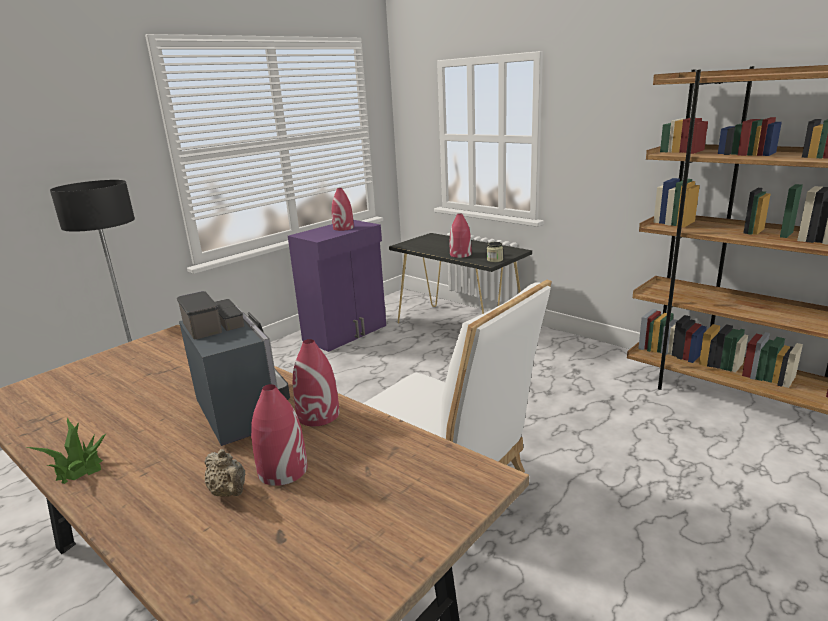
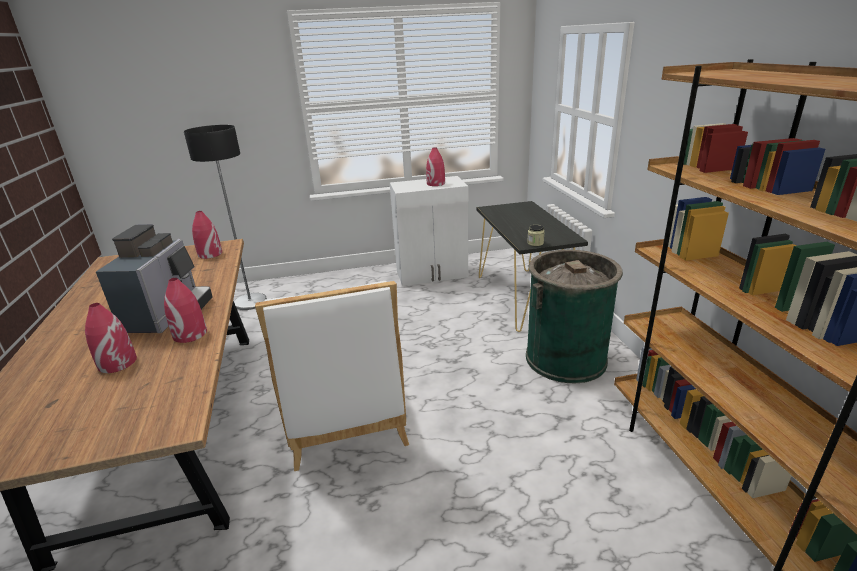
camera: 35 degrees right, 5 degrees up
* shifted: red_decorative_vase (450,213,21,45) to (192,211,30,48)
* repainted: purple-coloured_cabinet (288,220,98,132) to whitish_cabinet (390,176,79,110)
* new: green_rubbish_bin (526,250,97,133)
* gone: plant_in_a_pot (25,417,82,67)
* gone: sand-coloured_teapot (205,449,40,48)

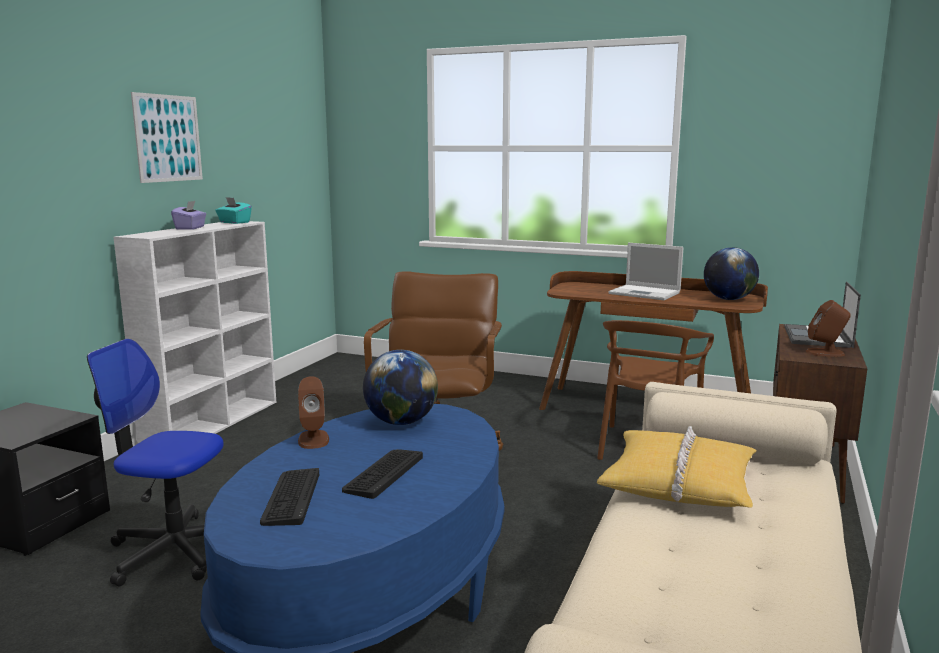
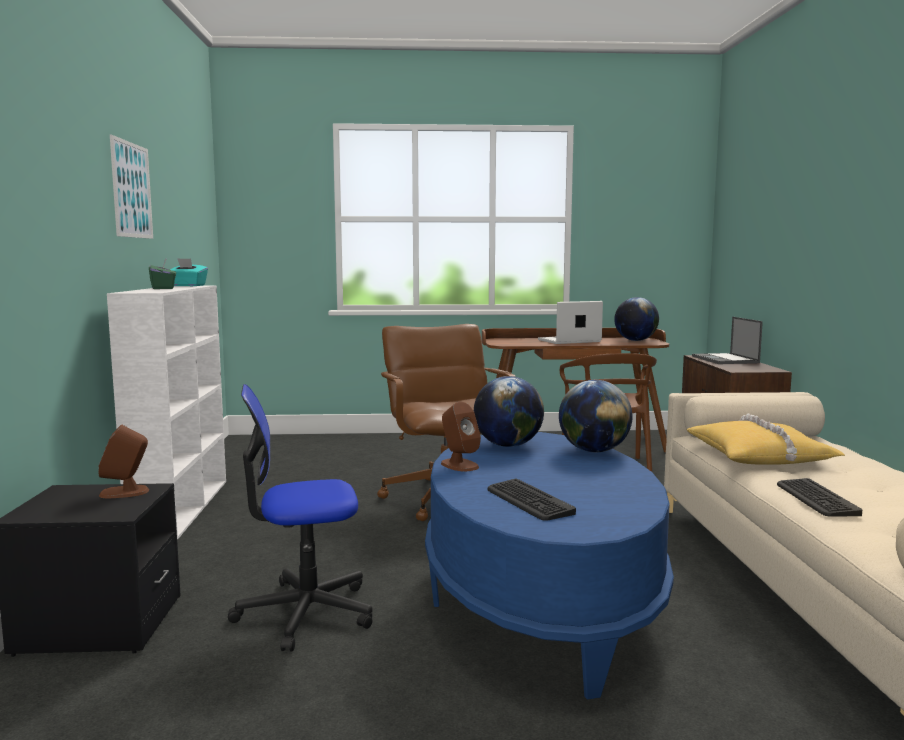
camera: 25 degrees left, 5 degrees down
* shifted: brown_speaker (806,300,45,57) to (98,425,51,73)
* repainted: purple-coloured_tissue_holder (171,201,35,29) to green_tissue_holder (149,258,27,31)
* rotated: notebook_computer (609,243,75,57) = (538,301,65,43) 150 degrees clockwise
* new: world_globe (559,380,73,72)
* shifted: computer_keyboard (342,449,81,50) to (777,478,85,39)

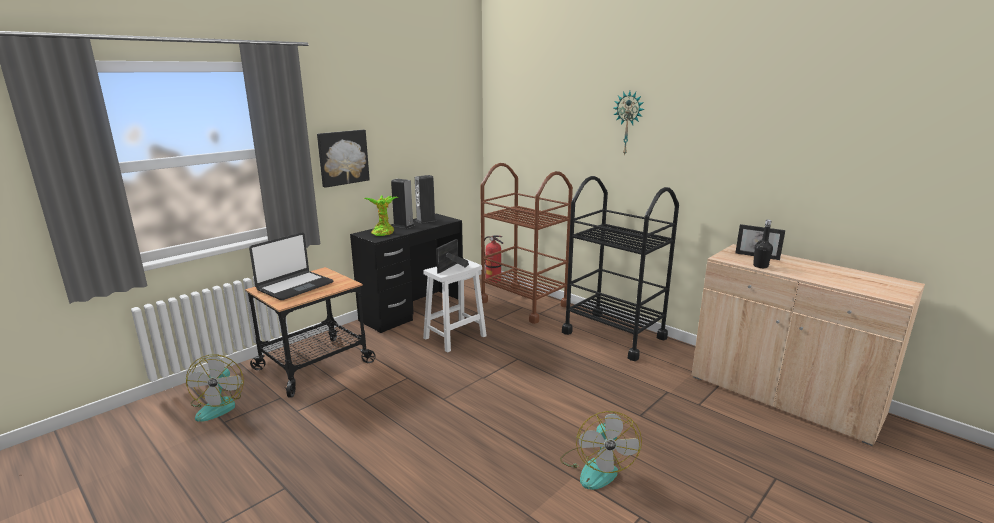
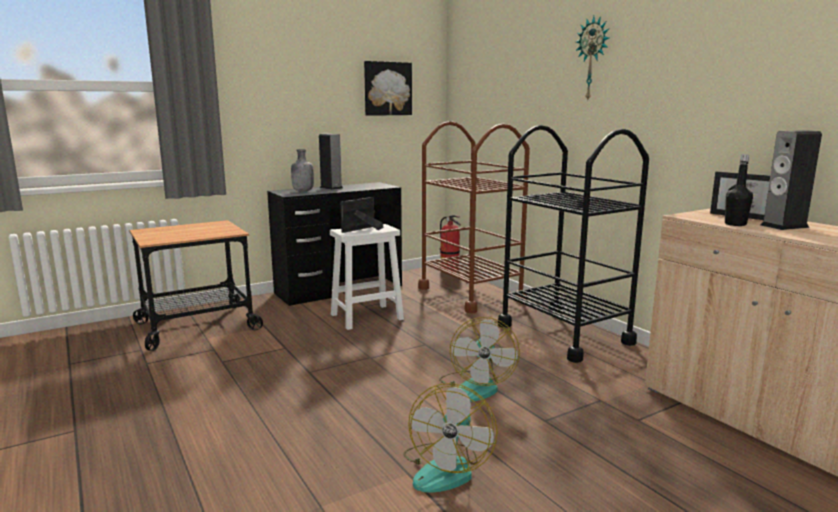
camera: 15 degrees right, 5 degrees down
* swapped: plant_in_a_pot (363,195,36,41) to gray_drink_bottle (291,149,23,43)
* shifted: picture (317,130,53,58) to (364,61,48,55)
* shifted: cooling_fan (186,354,58,68) to (439,317,81,85)
* shifted: speaker (415,175,21,48) to (760,130,62,100)
* gone: notebook_computer (249,232,85,68)

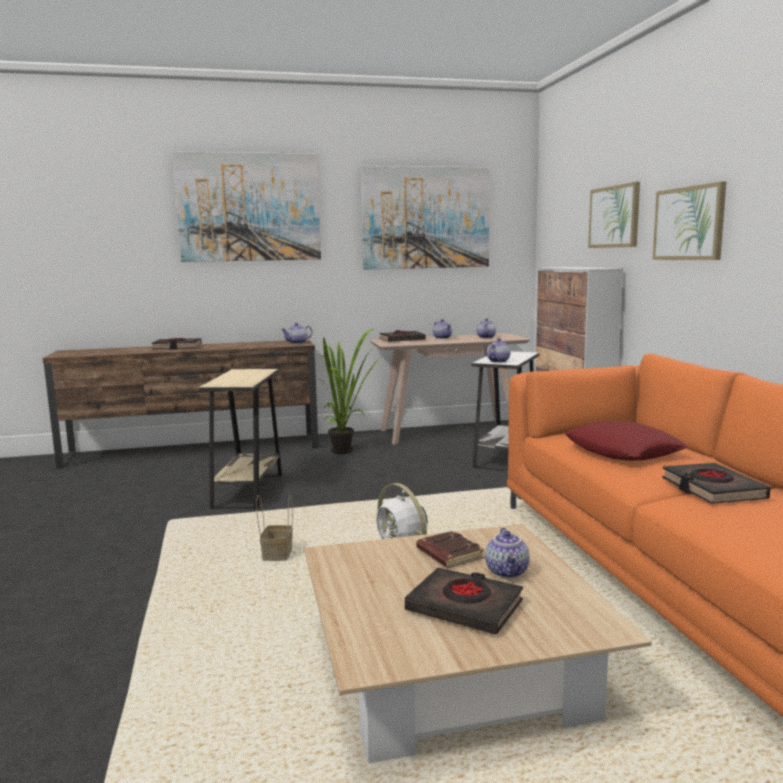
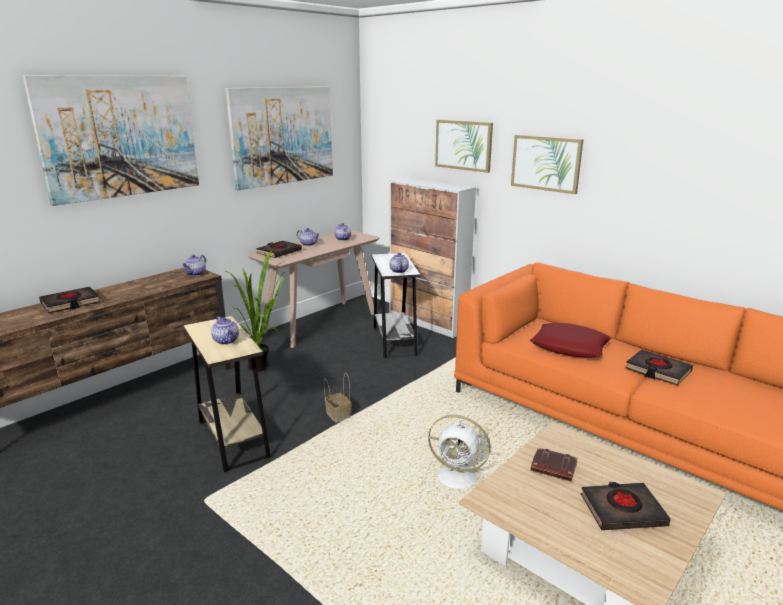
camera: 35 degrees left, 10 degrees up
* shifted: teapot (485,528,45,50) to (211,316,28,29)
* shifted: storage_basket (256,495,37,66) to (324,373,27,50)

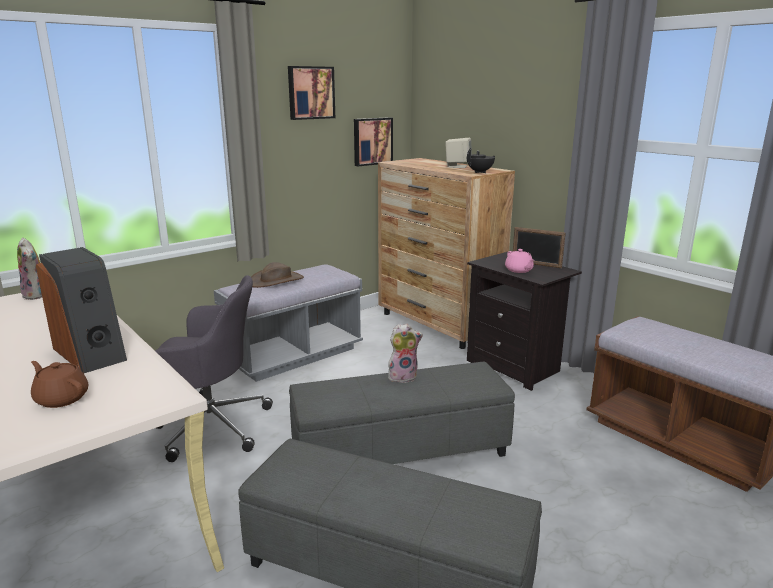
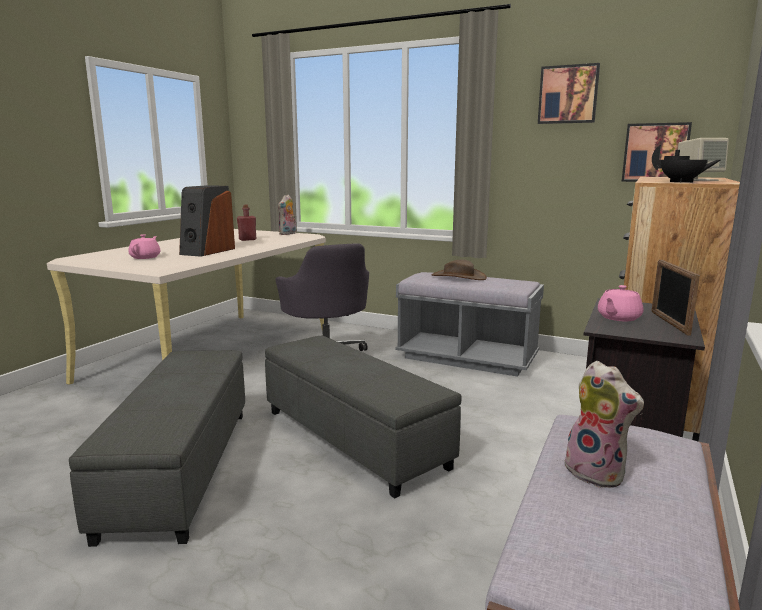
camera: 65 degrees right, 5 degrees down
* repainted: brown_teapot (31,361,57,47) to pink-coloured_teapot (128,234,33,25)
* new: red_drink_bottle (237,205,20,36)
* shifted: plush_toy (388,324,35,60) to (564,361,80,127)

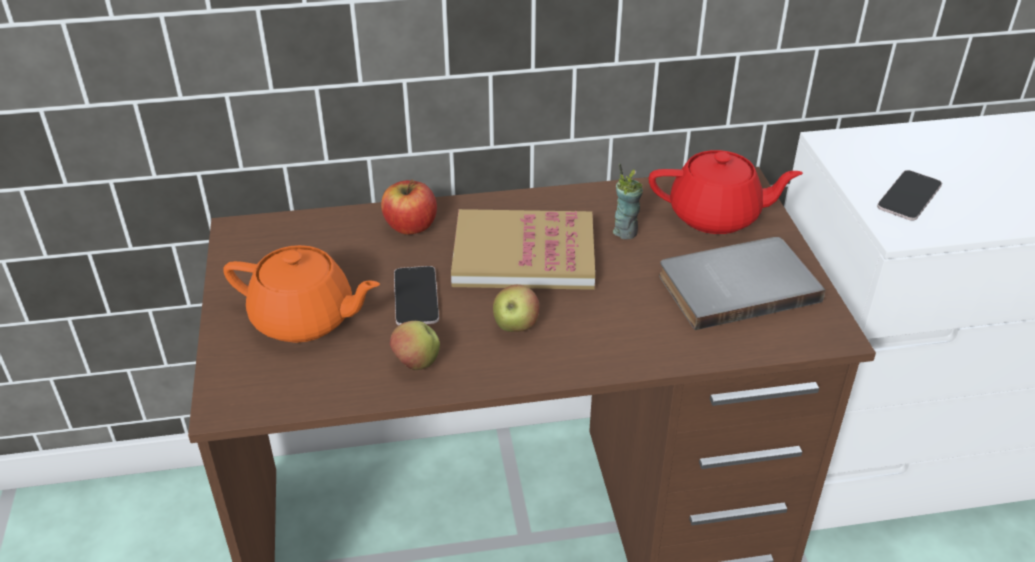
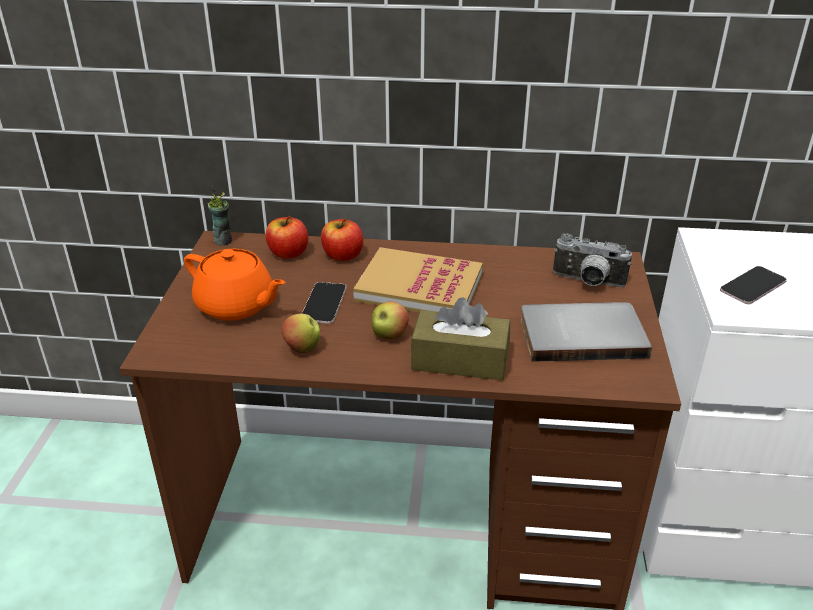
camera: 15 degrees right, 5 degrees down
* shifted: drinking_cup (613,164,30,75) to (207,186,25,60)
* new: apple_fruit (265,216,43,43)
* new: brown_tissue_holder (411,297,99,84)
* swapped: red_teapot (649,150,154,84) to photo_camera (553,233,79,54)

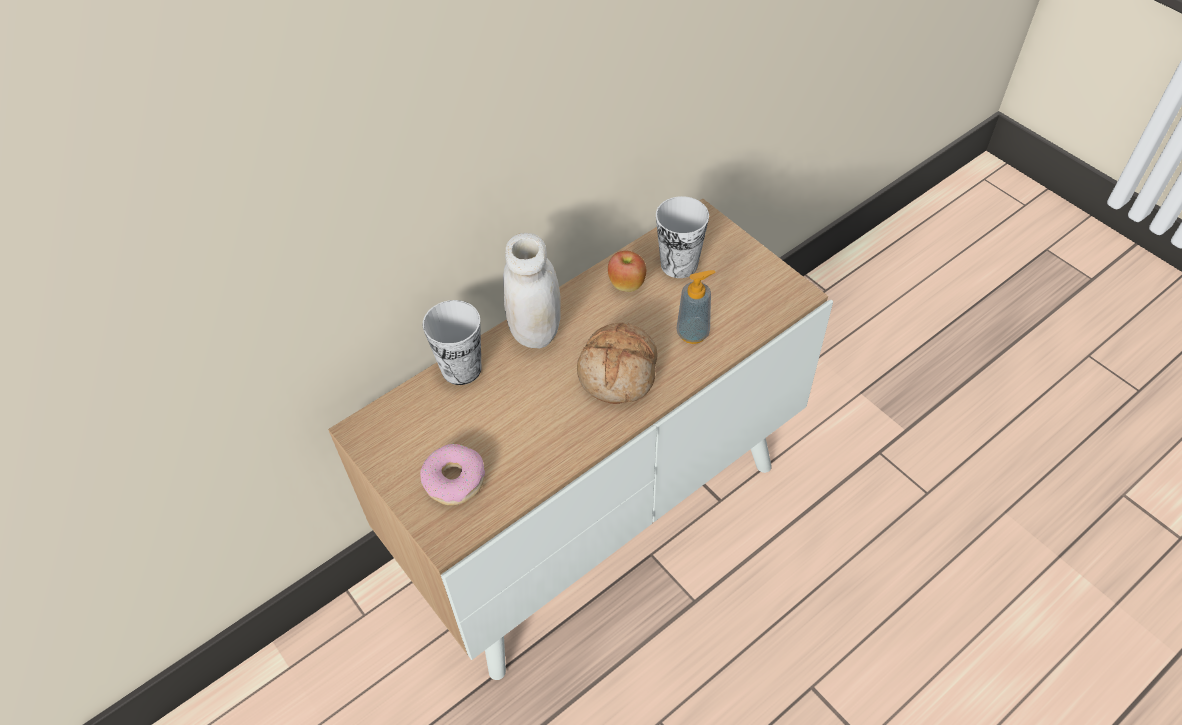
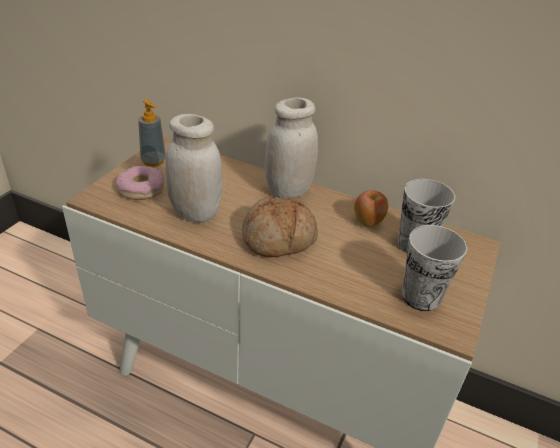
camera: 60 degrees right, 15 degrees down
* shifted: liquid_soap_bottle (676,270,40,74) to (138,99,28,68)
* new: whitish_preserve_jar (165,114,58,109)
* shifted: drinking_cup (422,300,59,85) to (402,225,65,86)

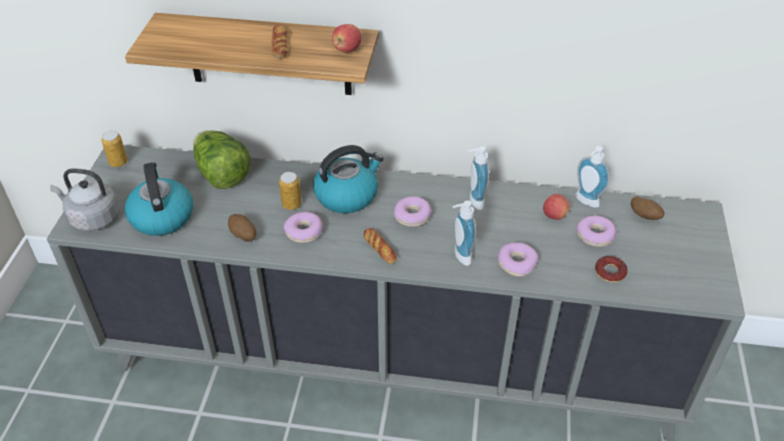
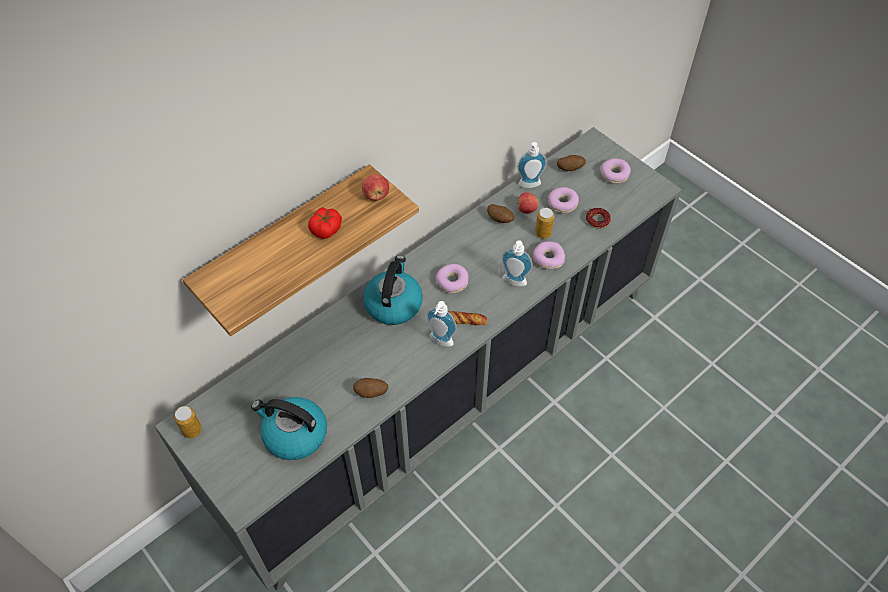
camera: 50 degrees left, 10 degrees up
* swapped: bread (271,24,17,34) to fresh_tomato (308,207,34,32)
* shifted: liquid_soap_bottle (468,146,21,64) to (426,301,31,46)
* new: potato (487,204,27,19)
* shifted: sealed_can (279,172,22,38) to (535,208,19,31)
* shifted: donut (284,212,39,31) to (600,158,31,26)
* gone: gray_tea_kettle (50,169,69,62)
* gone: lettuce (193,130,58,59)

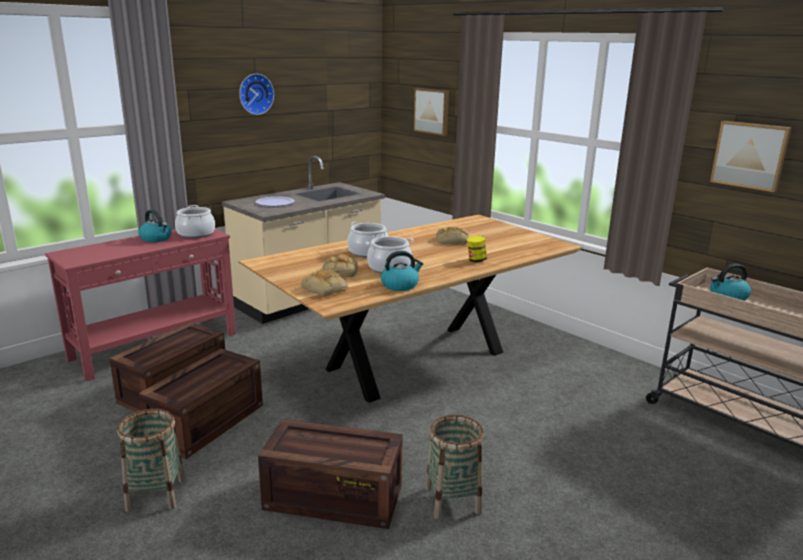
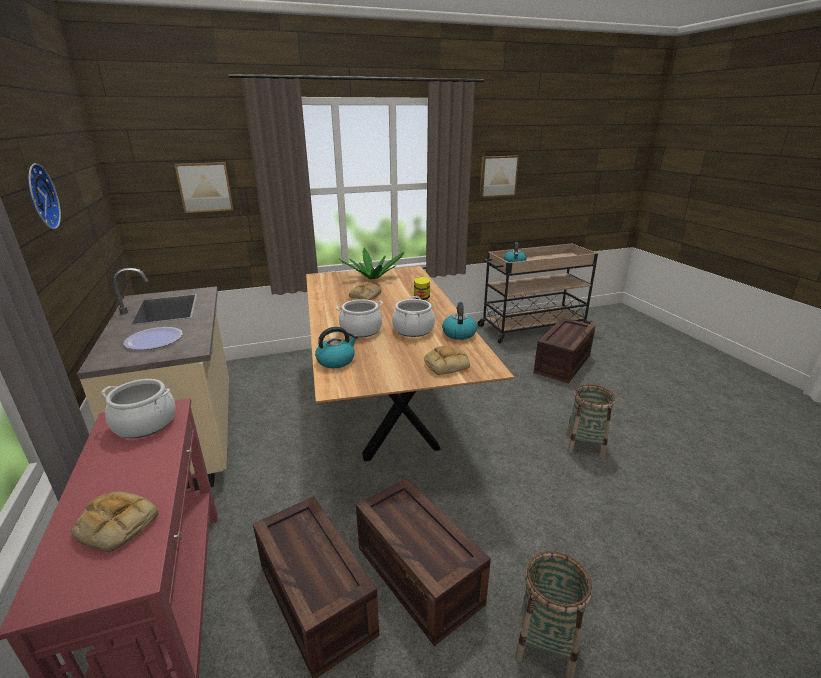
camera: 65 degrees left, 5 degrees up
* shifted: bread (323,254,35,23) to (71,492,87,60)
* shifted: tea_kettle (138,209,34,33) to (315,327,43,41)
* new: plant_in_a_pot (339,248,65,32)
* shifted: crate (258,419,145,110) to (534,318,62,65)

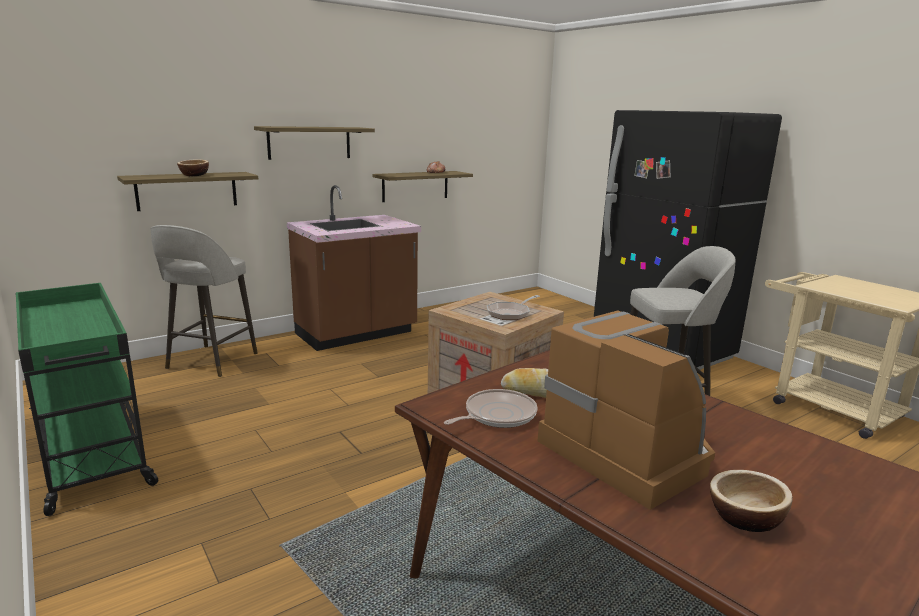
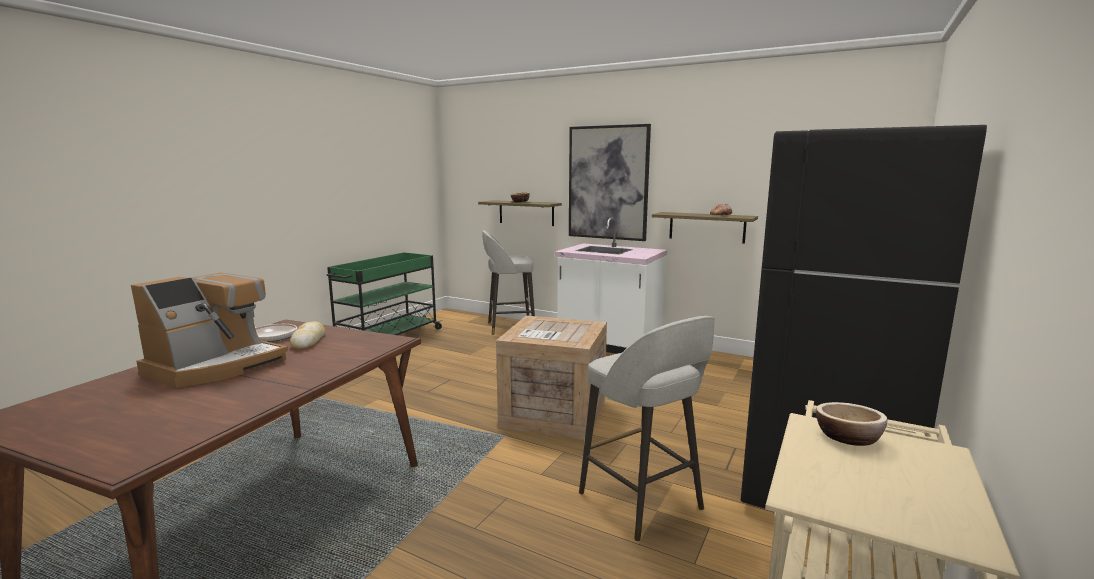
camera: 65 degrees right, 5 degrees down
* repainted: brown_counter (287,185,134,166) to whitish_counter (555,218,112,136)
* swapped: bracket_shelf (254,126,121,34) to picture (569,124,82,117)
* shifted: deep_dish (710,470,83,62) to (816,402,71,44)
* gone: frying_pan (487,295,53,25)

